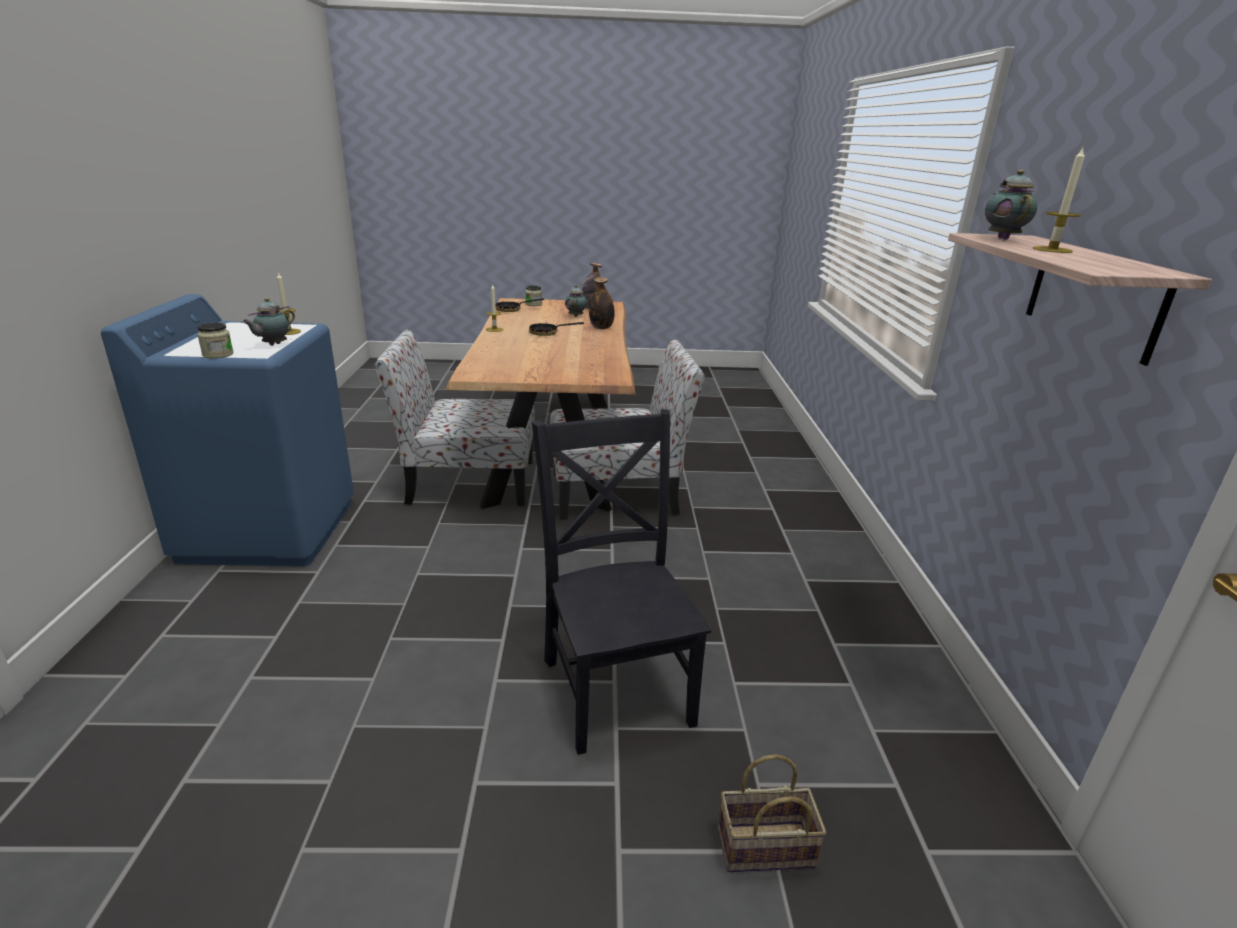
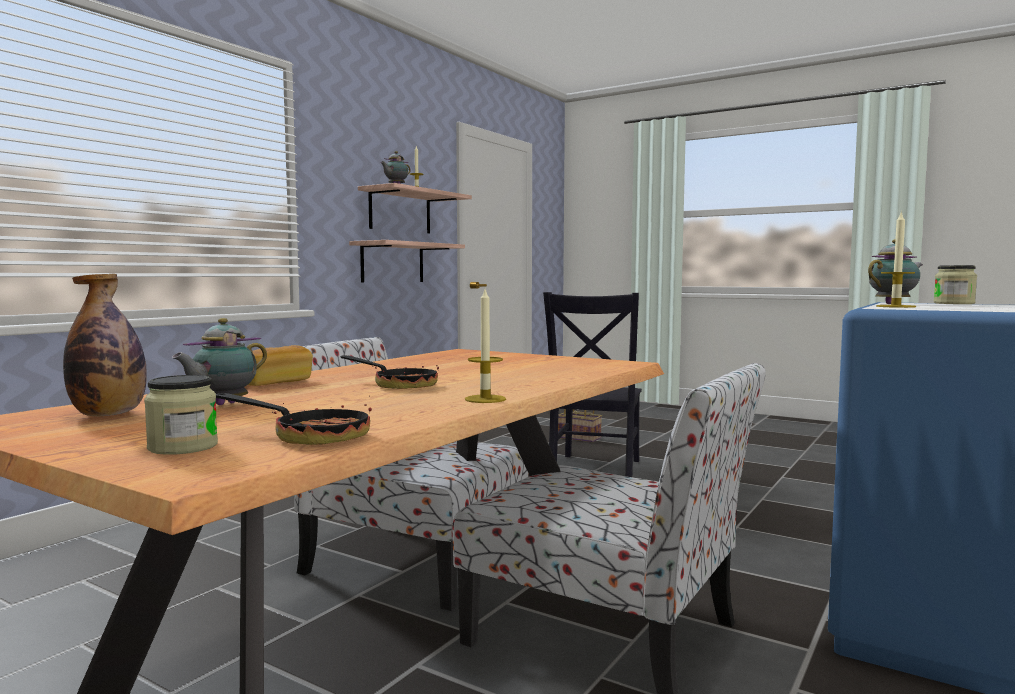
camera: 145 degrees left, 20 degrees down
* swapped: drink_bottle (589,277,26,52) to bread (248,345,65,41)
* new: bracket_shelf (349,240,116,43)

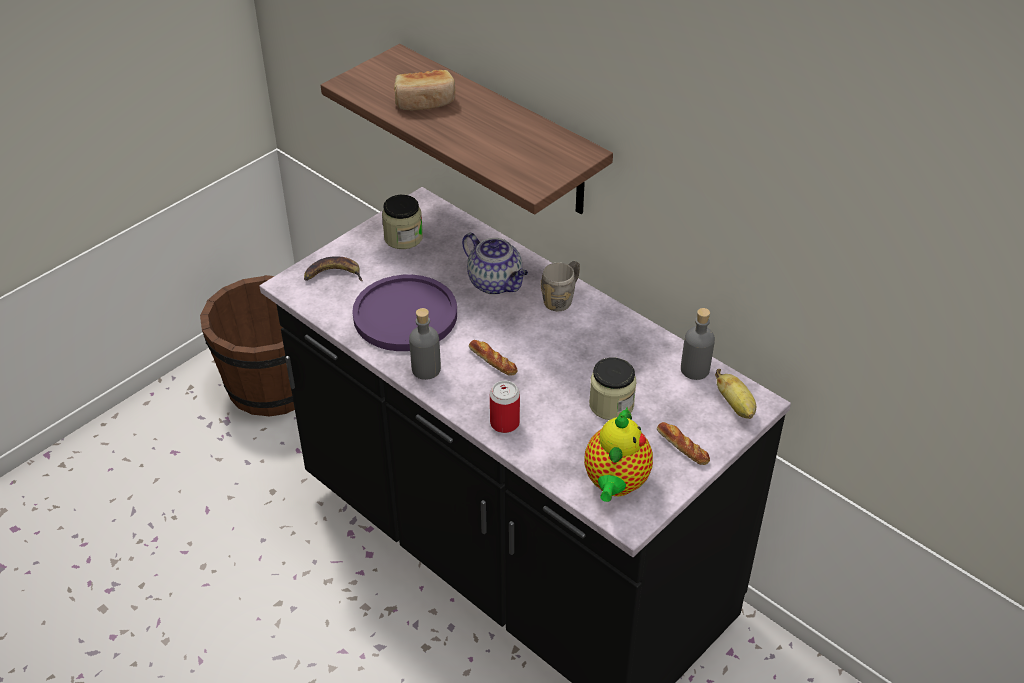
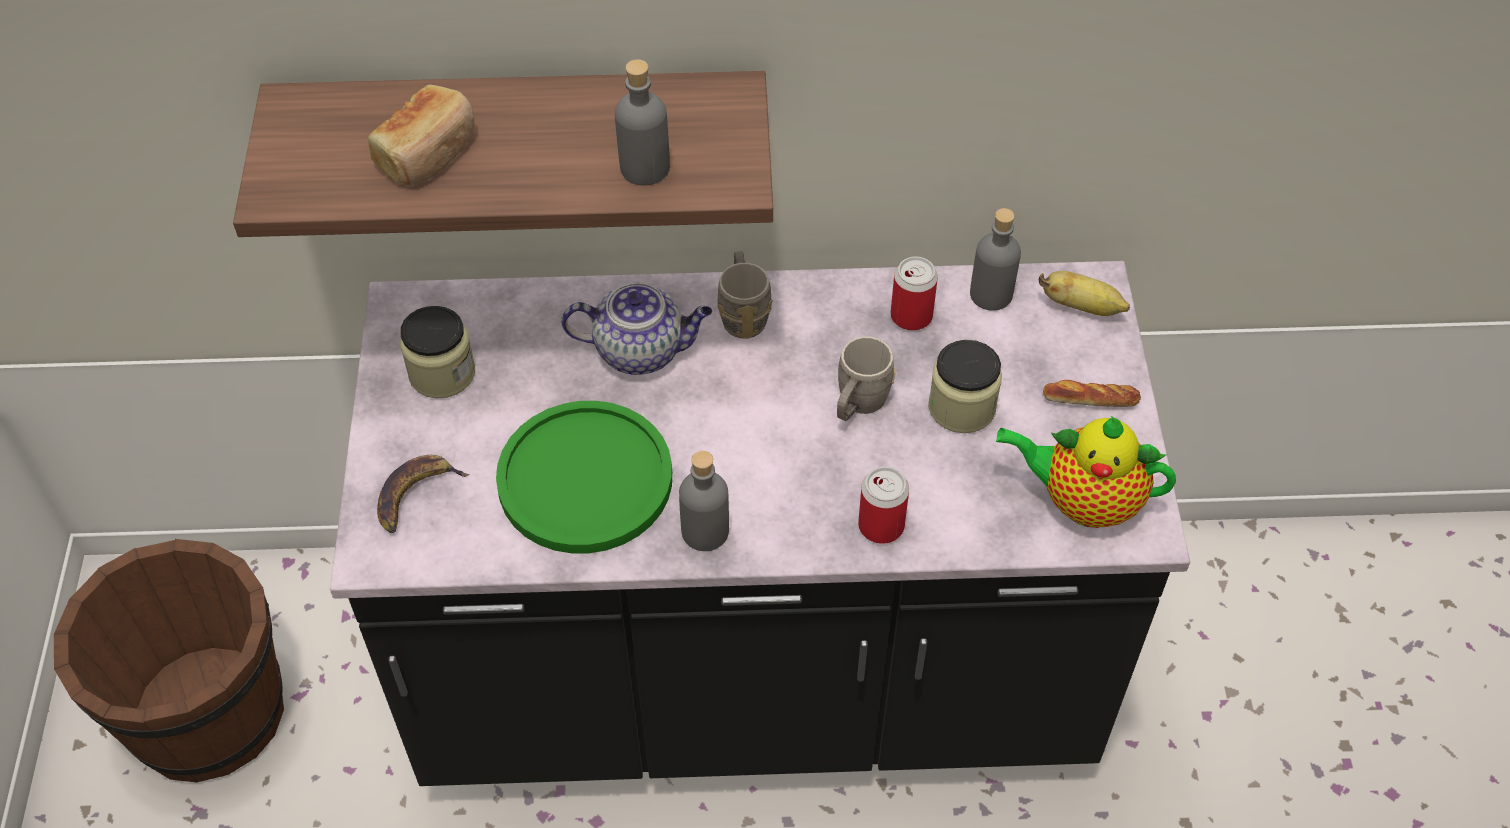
camera: 45 degrees left, 10 degrees up
* repainted: purple-coloured_plate (352,275,105,76) to green_plate (496,401,176,153)
* new: gray_drink_bottle (615,59,55,126)
* new: gray_tea_mug (837,336,59,85)
* new: sealed_can (891,257,47,74)
* rotated: teapot (584,407,69,95) = (996,416,180,112) 135 degrees clockwise
* gone: bread (469,340,48,36)

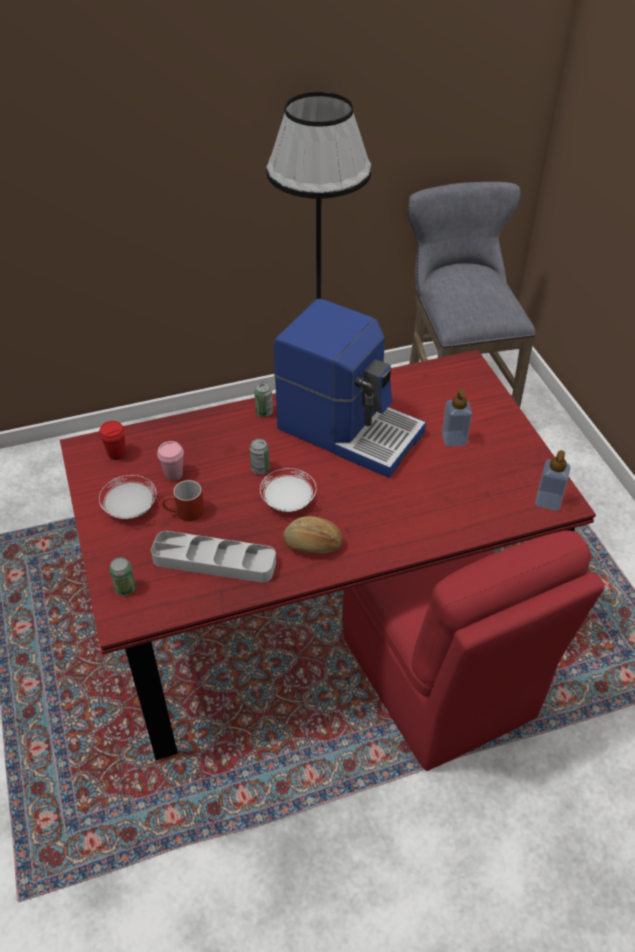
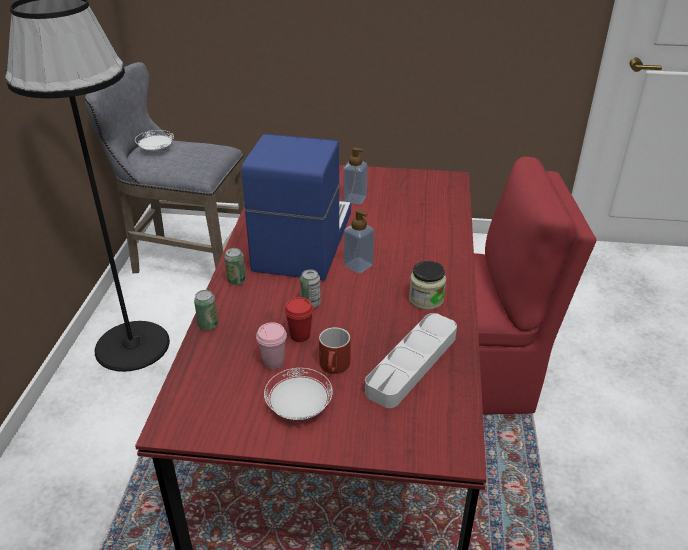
camera: 65 degrees left, 10 degrees down
* shifted: whitish_plate (260,468,56,44) to (135,130,39,20)
* shifted: sealed_can (109,557,27,39) to (194,290,24,40)
* rotated: coffee_maker (274,299,152,179) = (242,134,109,146) 45 degrees counterclockwise
* shifted: red_drinking_cup (99,421,26,39) to (284,297,30,45)
* shifted: liquid_soap_bottle (535,450,36,61) to (344,209,30,65)
* swapped: bread (283,516,60,38) to preserve_jar (409,261,37,49)

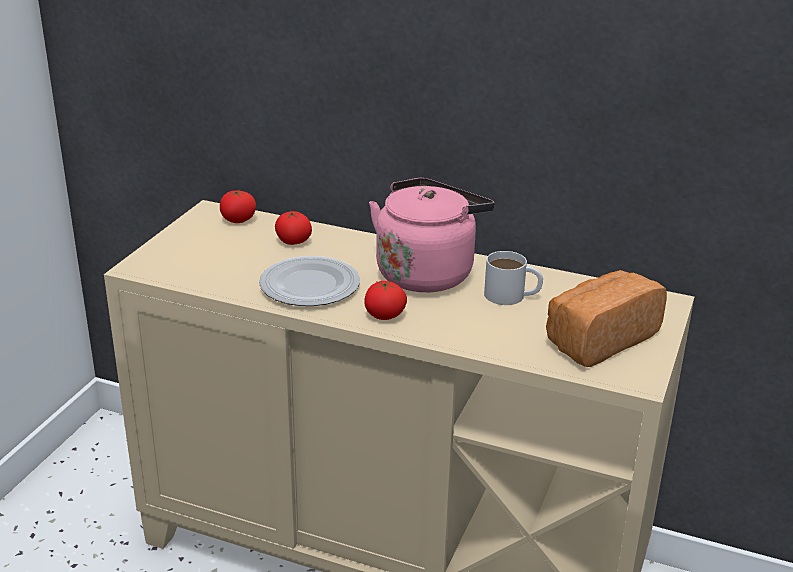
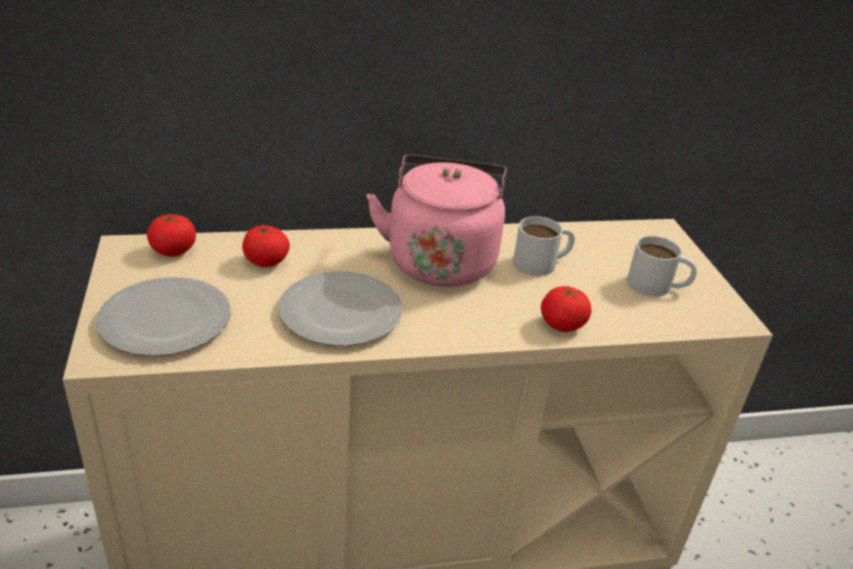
camera: 35 degrees left, 5 degrees up
* new: plate (96,277,135,79)
* shifted: fresh_tomato (364,281,43,39) to (541,286,50,46)
* swapped: bread (546,270,121,97) to whitish_tea_mug (627,236,70,61)

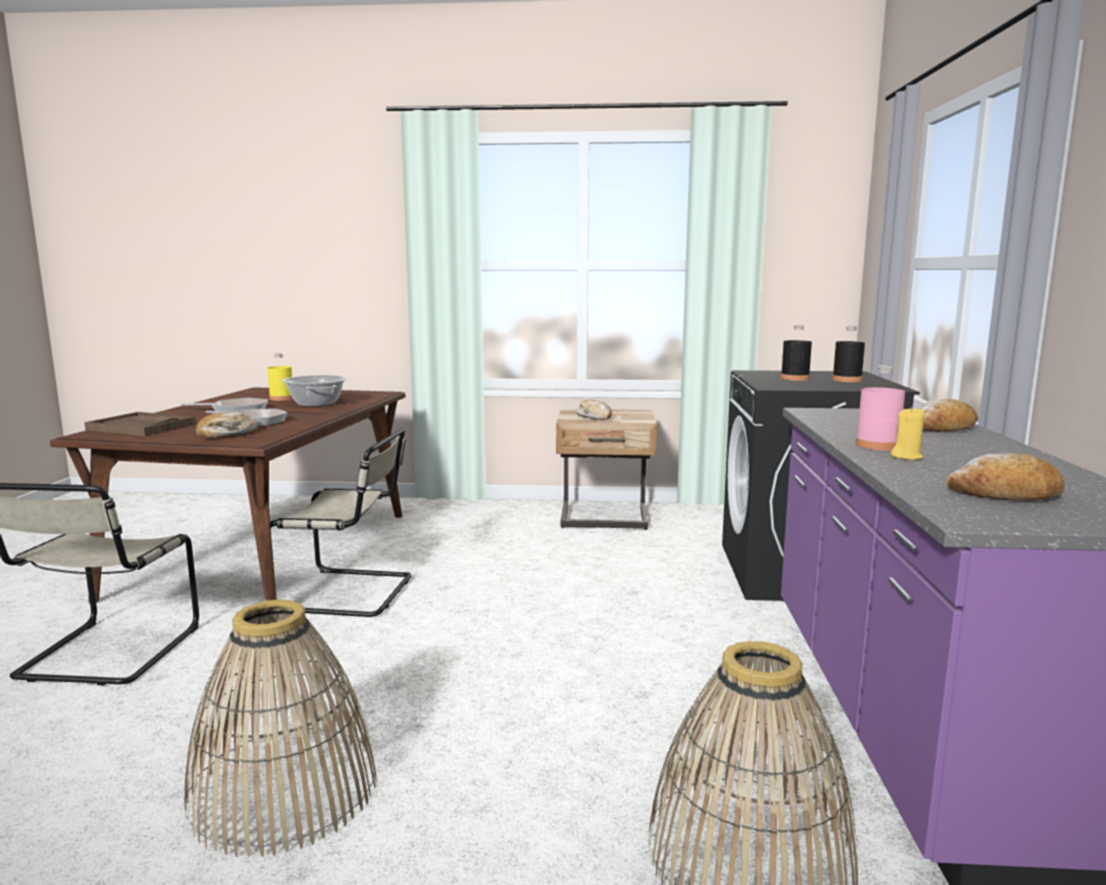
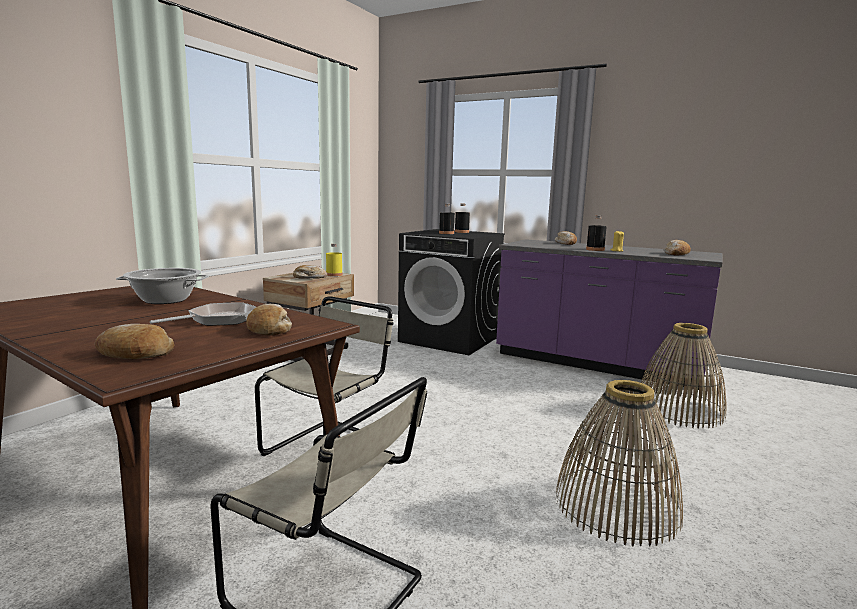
camera: 65 degrees left, 0 degrees up
* swapped: brown_carrying_tray (84,412,112,24) to bread (95,324,79,35)
* shifted: yellow_drink_bottle (268,353,25,48) to (326,244,17,33)
* repainted: pink-coloured_drink_bottle (856,365,49,86) to black-coloured_drink_bottle (586,215,21,36)
* gone: frying_pan (181,398,87,14)

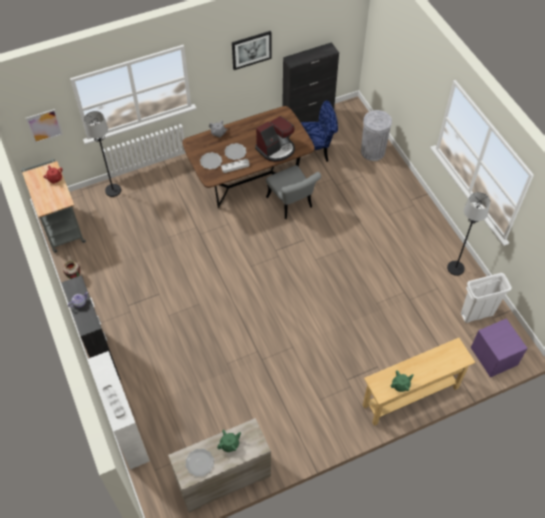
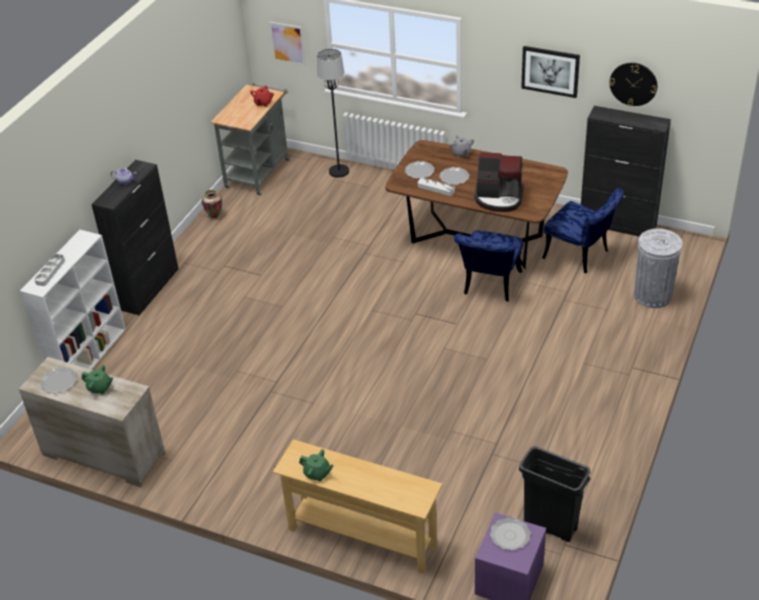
camera: 50 degrees right, 15 degrees down
* repainted: gray_plain_chair (266,165,55,54) to blue_plain_chair (454,230,69,72)
* new: plate (490,517,41,34)
* repainted: whitish_rubbish_bin (461,273,51,50) to black-coloured_rubbish_bin (518,446,73,96)
* new: clock_on_the_wall (609,63,48,43)
* gone: black-coloured_standing_lamp (447,192,44,84)

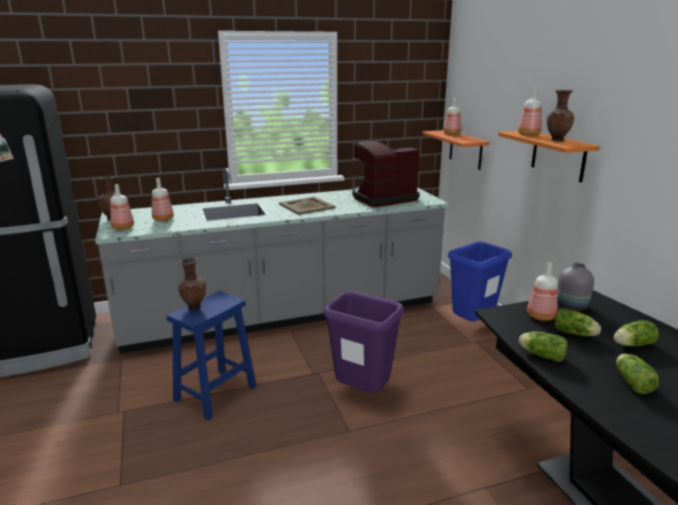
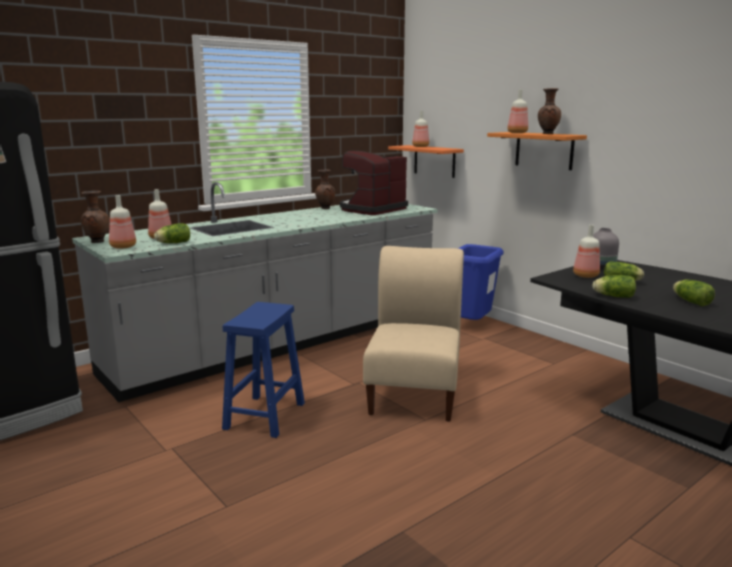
camera: 20 degrees left, 5 degrees down
* shifted: lettuce (614,320,45,26) to (154,223,36,20)
* shifted: brown_decorative_vase (178,258,28,52) to (315,170,20,39)
* swapped: purple-coloured_rubbish_bin (324,291,80,102) to sand-coloured_plain_chair (363,246,101,176)
* gone: sand-coloured_carrying_tray (279,197,56,18)

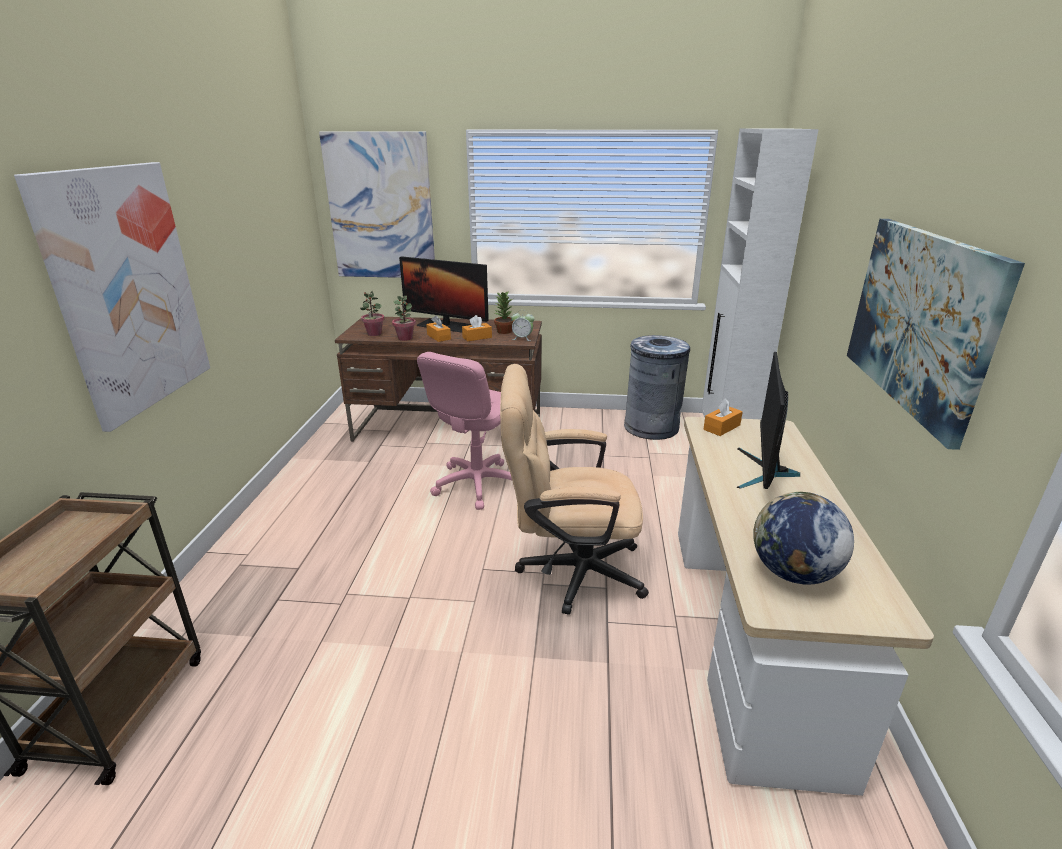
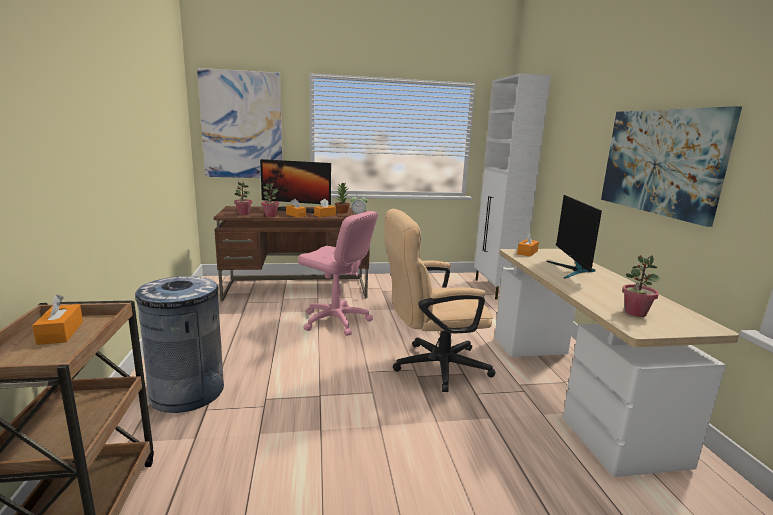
camera: 15 degrees left, 10 degrees down
* new: orange-coloured_tissue_holder (32,295,51,50)
* shifted: gray_rubbish_bin (624,335,66,105) to (135,276,89,137)
* rotated: pink-coloured_computer_chair (417,352,95,158) = (298,211,80,125) 75 degrees counterclockwise
* swapped: world_globe (753,492,101,93) to plant_in_a_pot (622,255,38,62)
* gone: picture (14,162,196,270)

